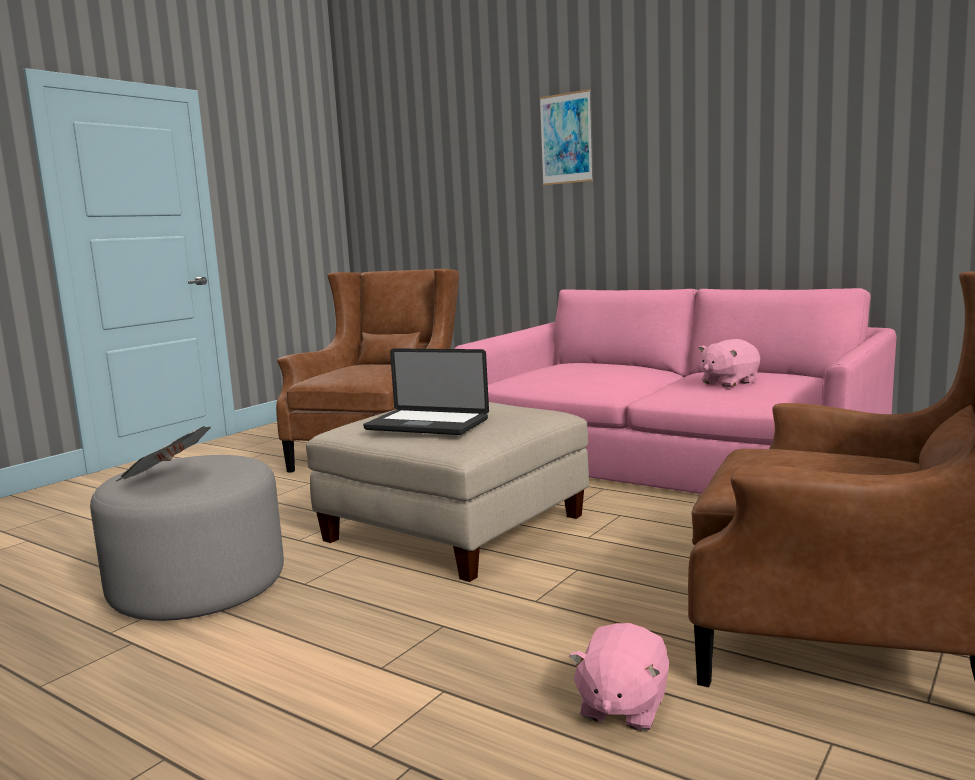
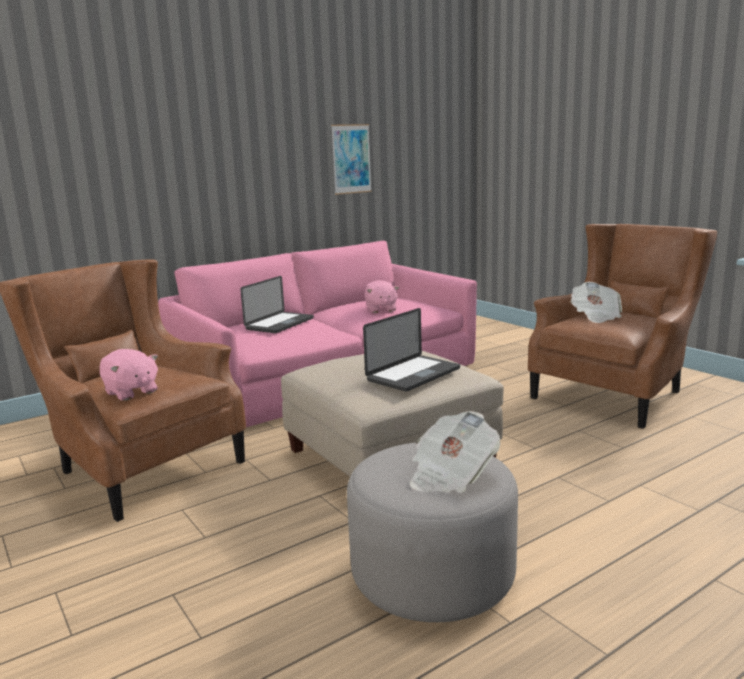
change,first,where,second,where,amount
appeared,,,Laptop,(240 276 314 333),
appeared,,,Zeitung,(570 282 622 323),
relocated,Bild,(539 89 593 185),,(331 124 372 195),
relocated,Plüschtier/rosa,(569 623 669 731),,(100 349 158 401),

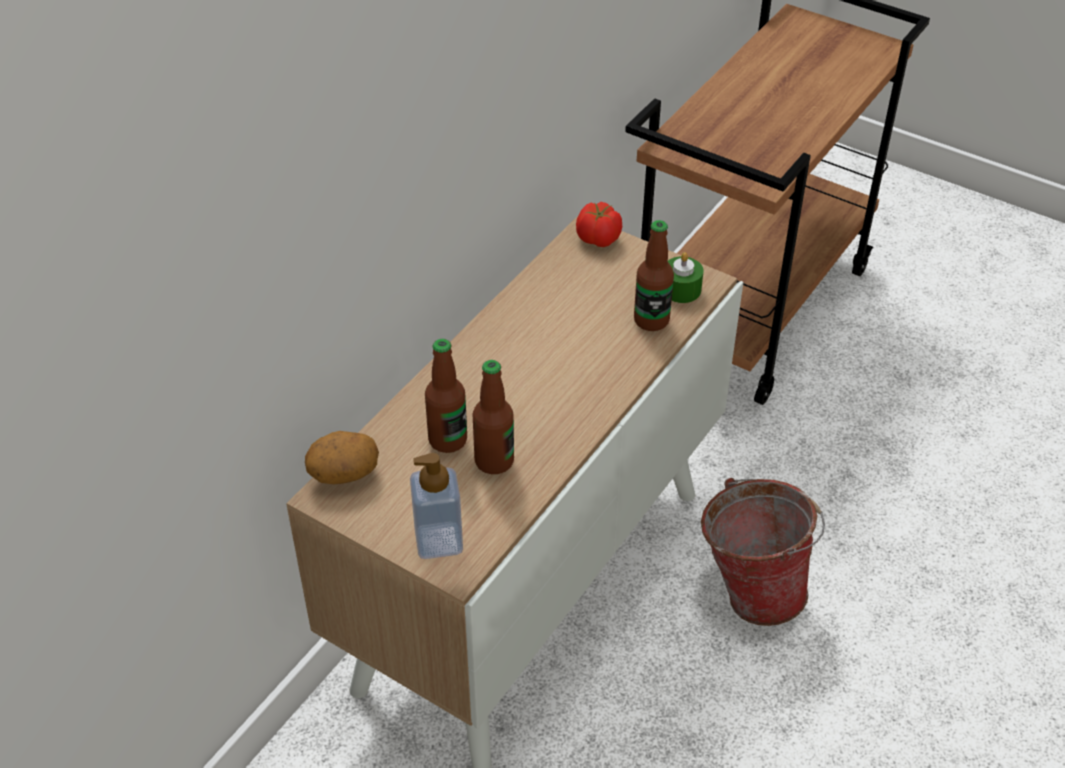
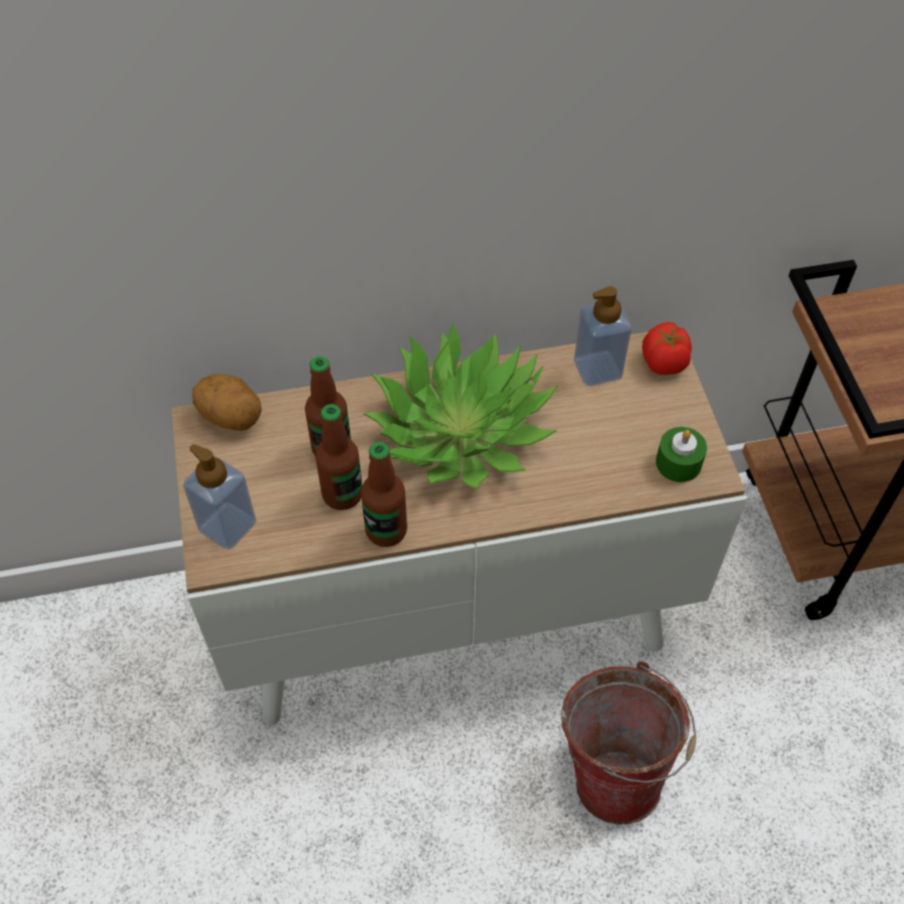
change,first,where,second,where,amount
appeared,,,Topfpflanze,(364 322 558 489),
appeared,,,Seifenspender,(574 286 632 386),
relocated,Flasche,(634 220 674 331),,(361 442 407 547),

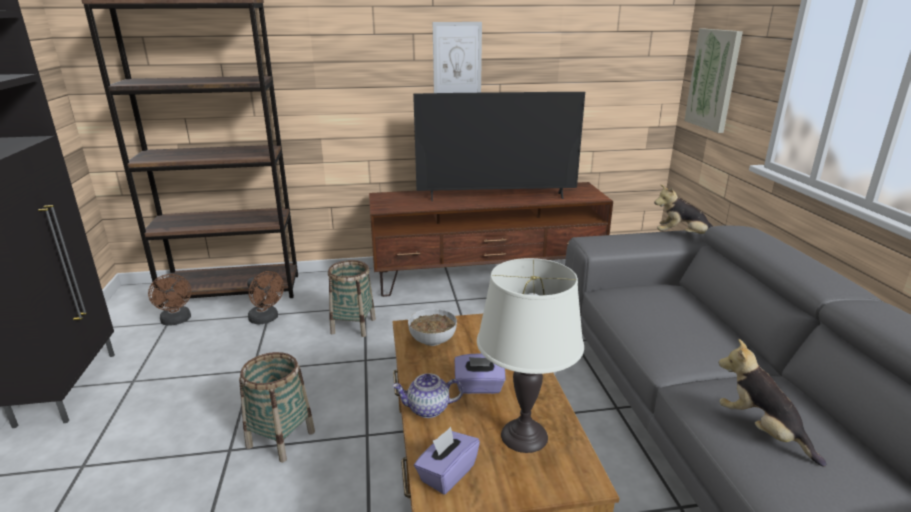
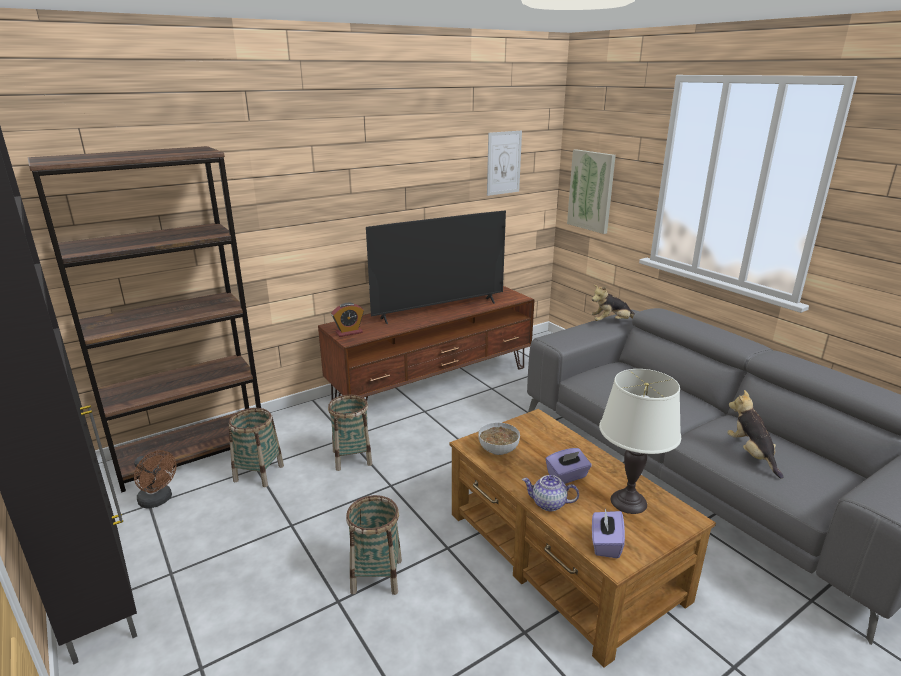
change,first,where,second,where,amount
appeared,,,Wecker,(331 303 364 337),
relocated,Bild,(433 22 482 93),,(487 131 522 196),
exchanged,Ventilator/braun,(247 271 284 325),Korb,(229 408 284 487),
spun,Teekanne,(392 373 463 418),,(522 475 579 511),45 degrees clockwise
spun,Plüschtier,(718 339 827 467),,(727 390 783 479),45 degrees clockwise

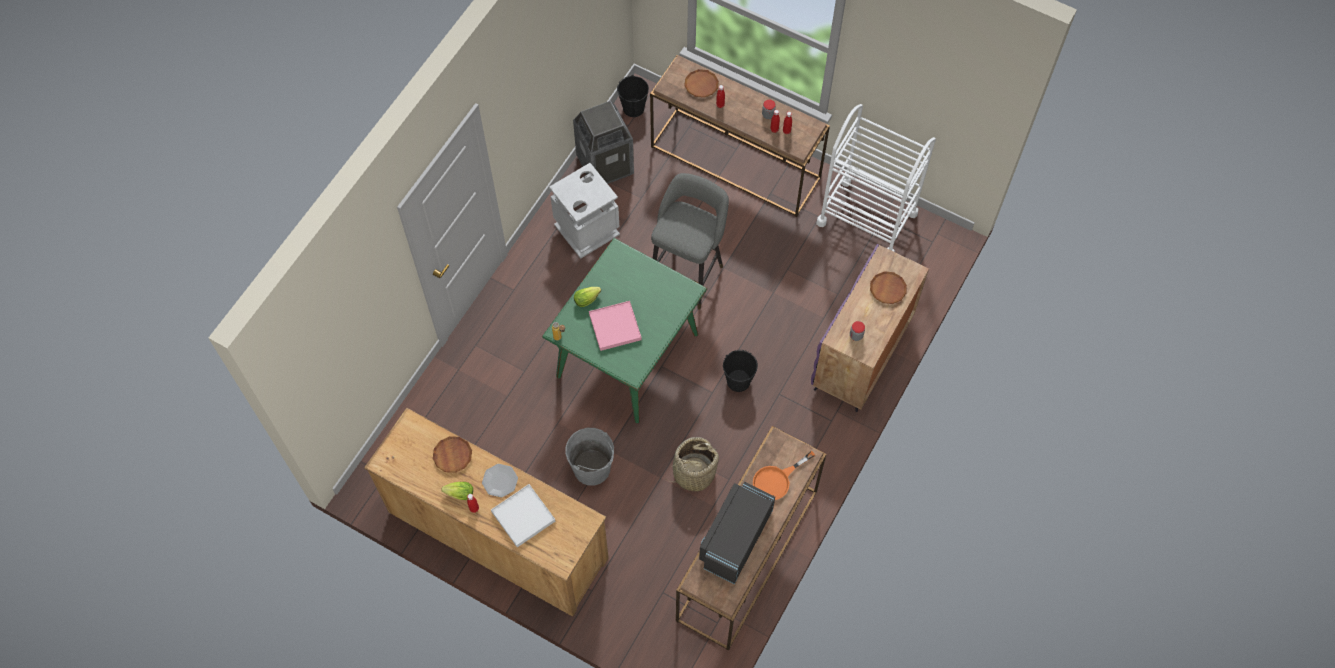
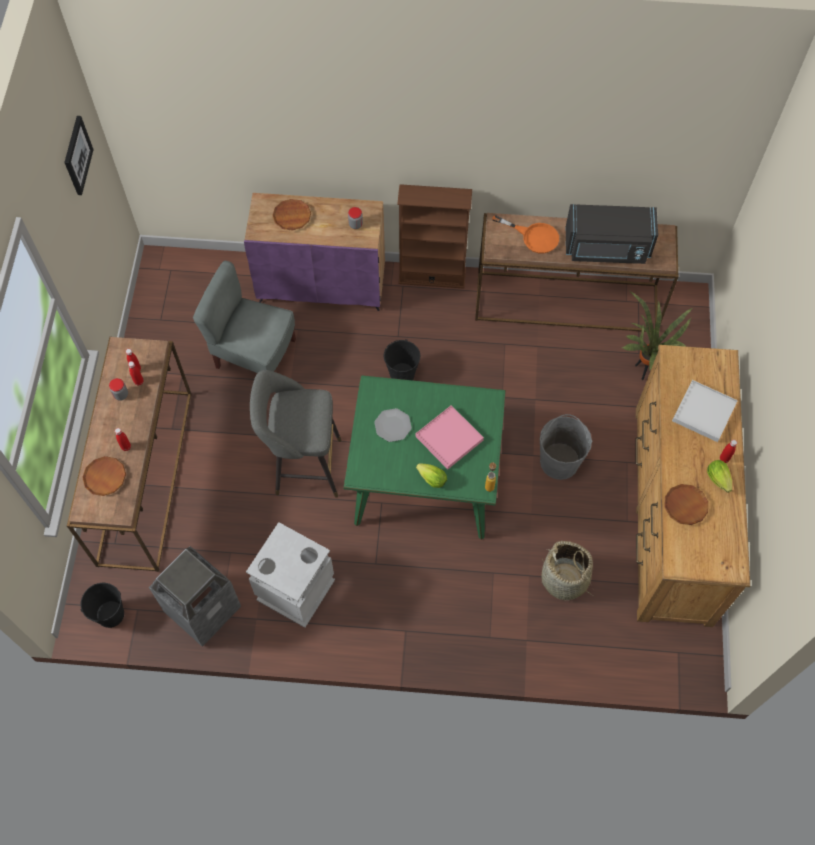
change,first,where,second,where,amount
missing,Rollwagen/weiß,(816 104 936 252),,,
appeared,,,Bild,(64 116 94 195),
appeared,,,Stuhl/grau,(193 261 296 373),
appeared,,,Bücherregal/braun,(397 184 472 289),
appeared,,,Topfpflanze,(622 291 693 380),
relocated,Teller,(482 464 518 497),,(374 408 412 442),
relocated,Korb,(664 437 719 491),,(542 541 596 600),

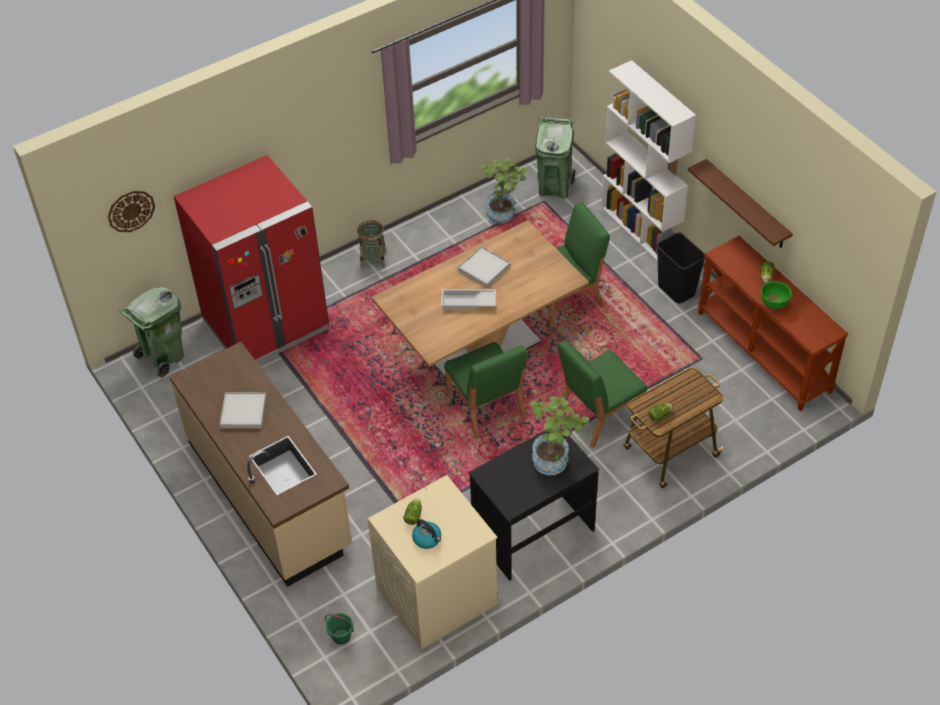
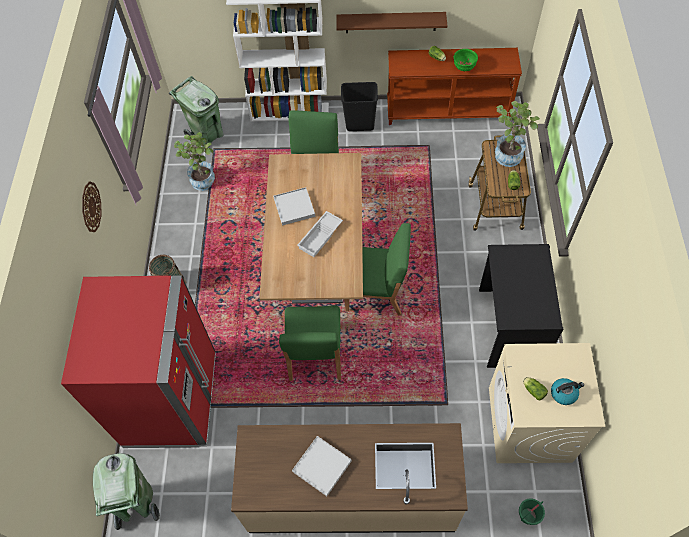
change,first,where,second,where,amount
relocated,Wanduhr,(108 191 155 232),,(82 181 101 232),
relocated,Topfpflanze,(530 396 590 475),,(495 101 540 167),
relocated,Stuhl/grün,(558 340 647 448),,(279 306 341 381),

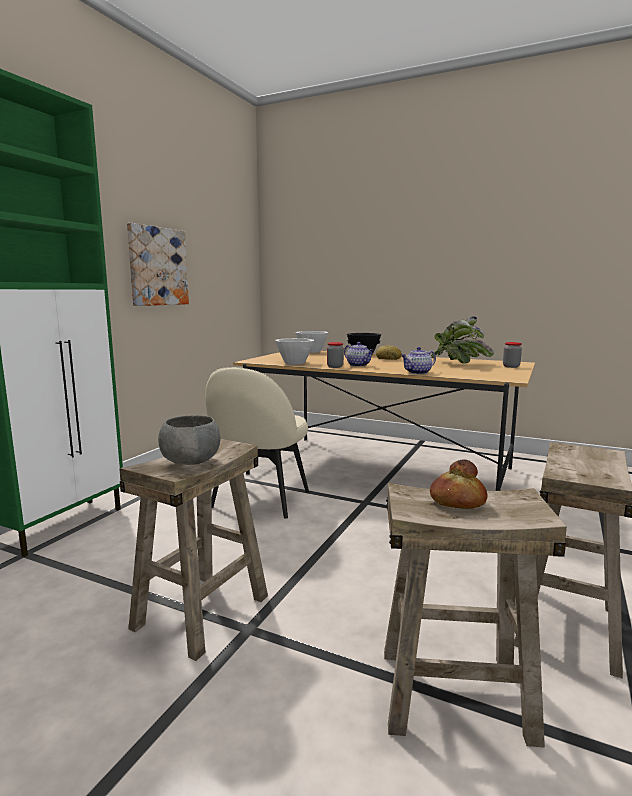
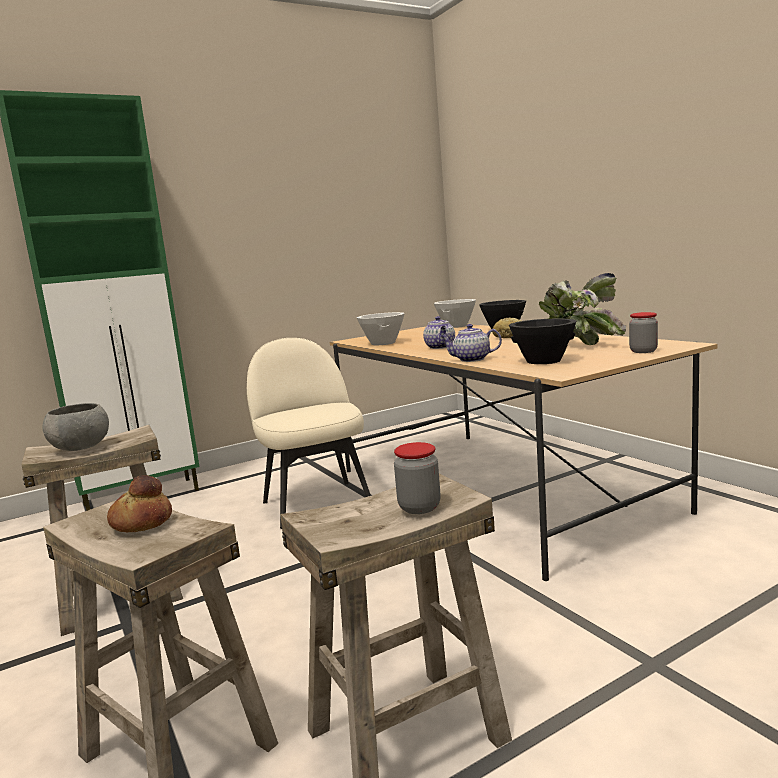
change,first,where,second,where,amount
missing,Bild,(127 223 189 306),,,
appeared,,,Schüssel/schwarz,(509 318 576 364),
relocated,Vorratsglas,(327 342 344 368),,(394 442 441 514),
spun,Stuhl/beige,(205 367 309 519),,(247 338 371 529),105 degrees clockwise

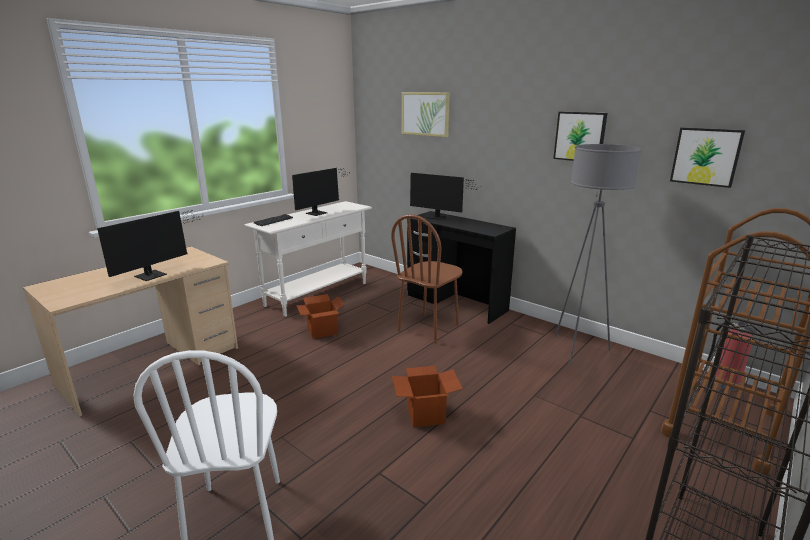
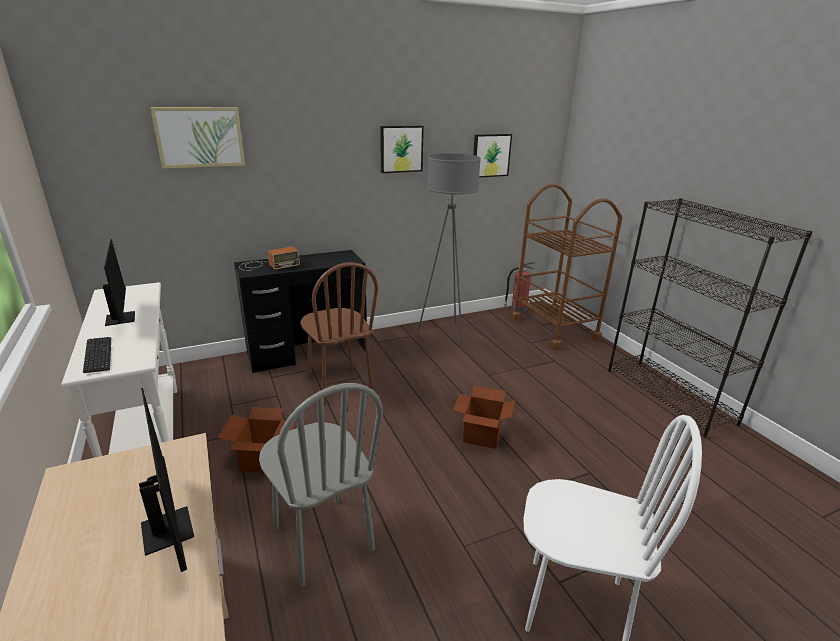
change,first,where,second,where,amount
appeared,,,Stuhl/grau,(259 383 383 587),
exchanged,Monitor,(410 173 482 220),Radio,(239 247 300 271),

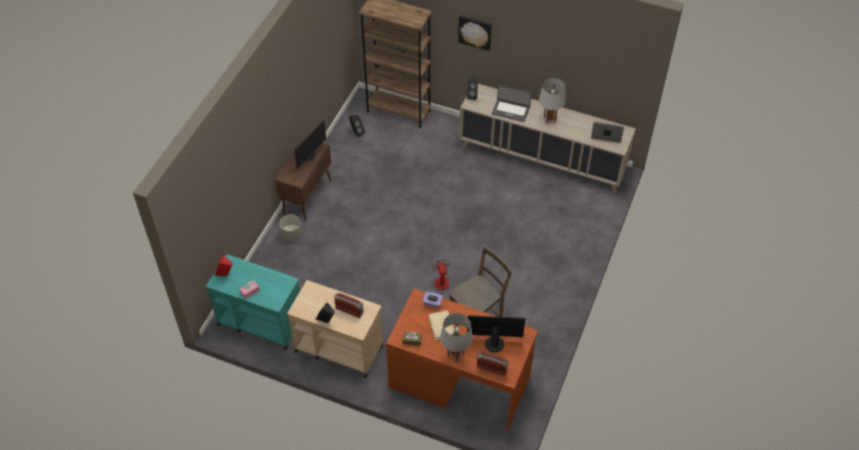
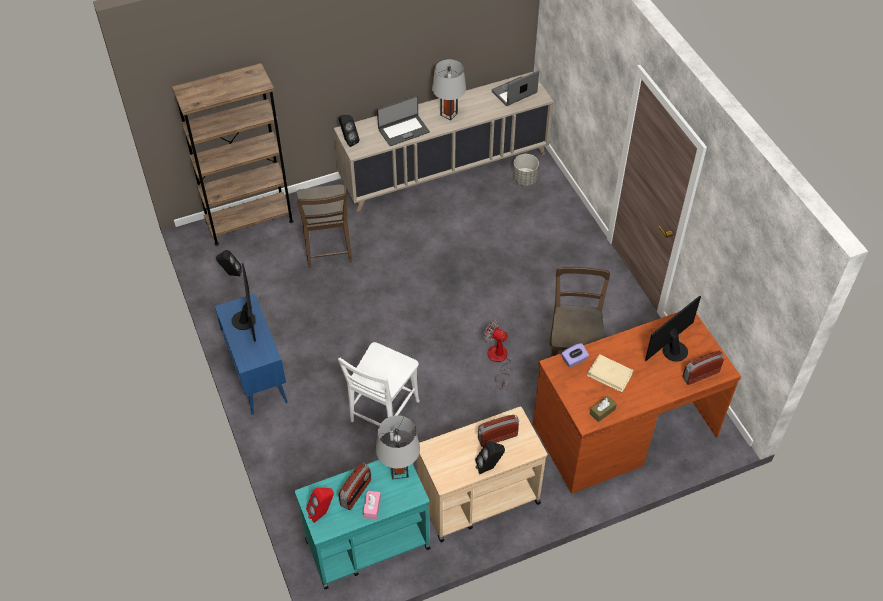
change,first,where,second,where,amount
missing,Bild,(458 15 492 51),,,
appeared,,,Stuhl/braun,(296 184 352 268),
appeared,,,Stuhl/weiß,(338 342 420 441),
appeared,,,Radio,(339 463 371 510),
relocated,Pflanzkübel/grau,(279 215 302 241),,(513 154 539 186),
relocated,Tischlampe/grau,(440 313 473 362),,(376 415 420 479),
colour,Schrank/braun,(275 137 331 222),Schrank/blau,(215 294 288 415),

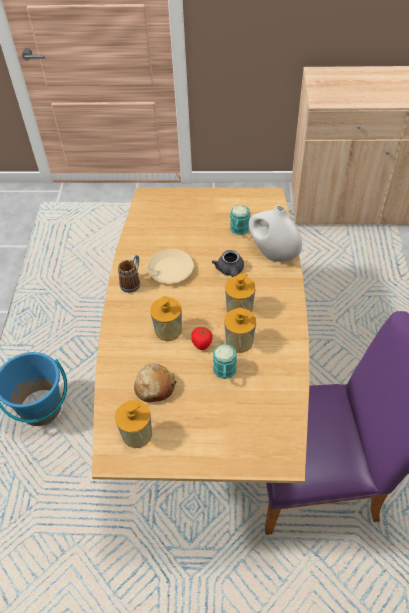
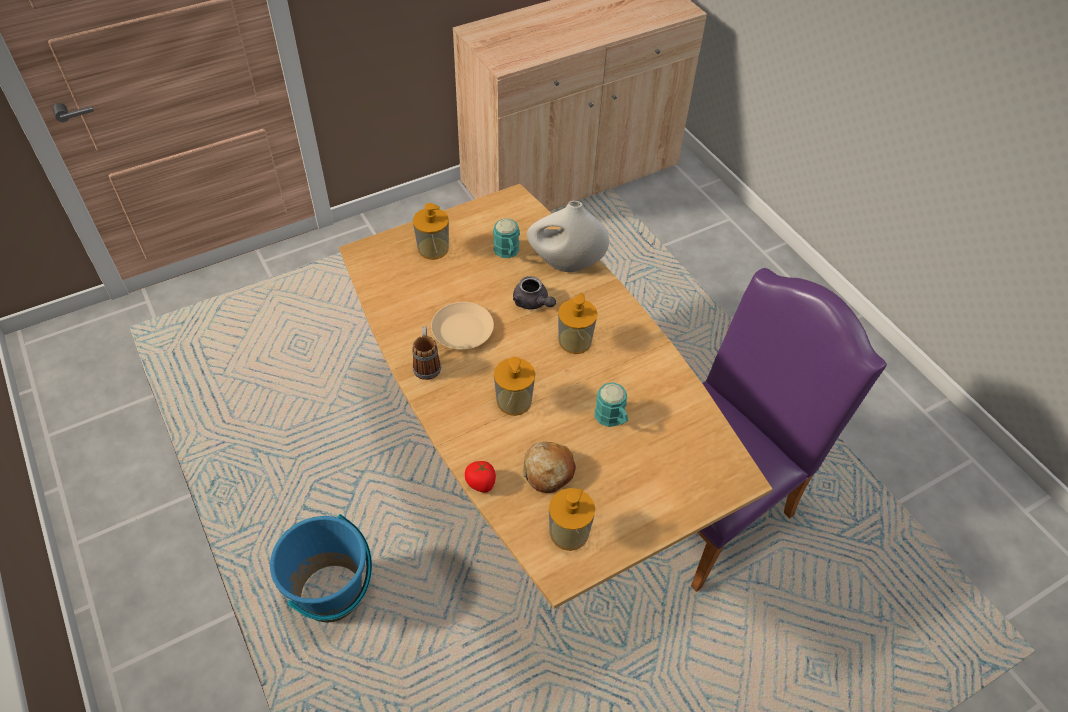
change,first,where,second,where,amount
relocated,Tomate,(191 327 213 350),,(465 461 496 493),
relocated,Seifenspender,(224 307 256 353),,(413 203 449 260),

